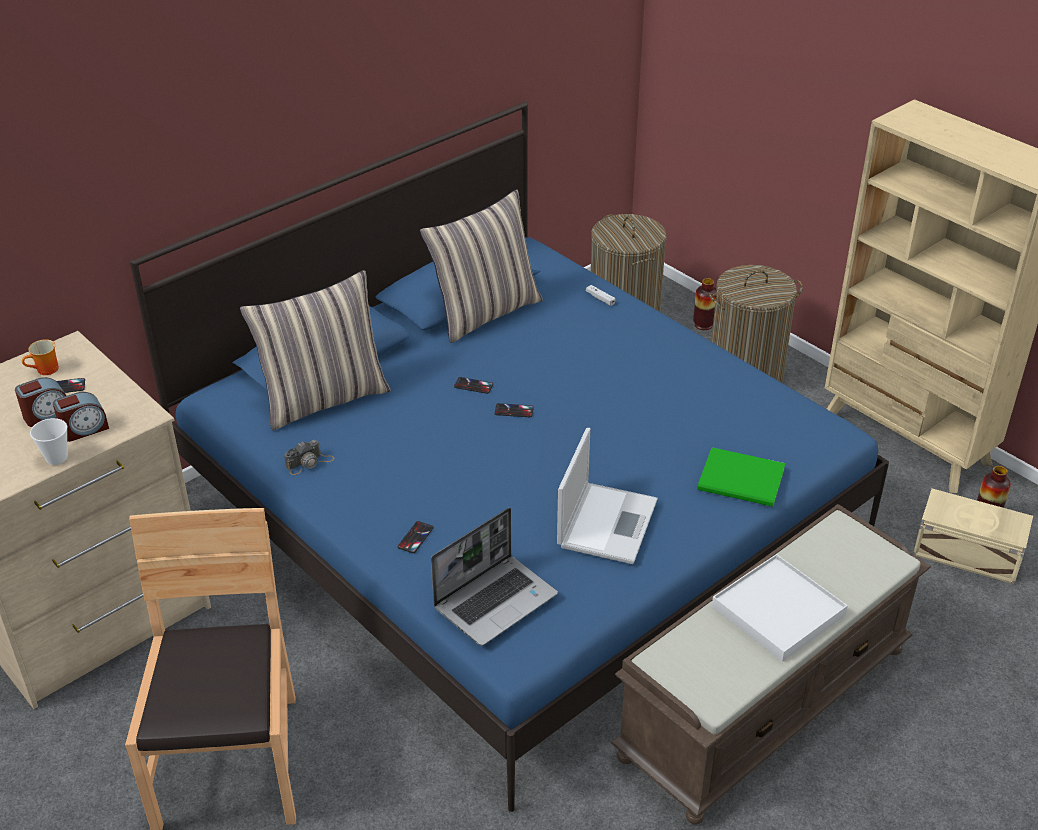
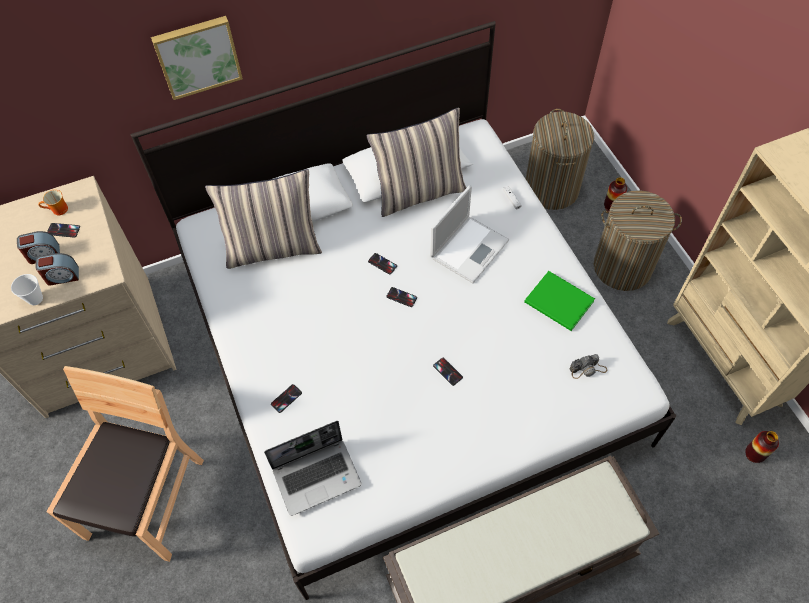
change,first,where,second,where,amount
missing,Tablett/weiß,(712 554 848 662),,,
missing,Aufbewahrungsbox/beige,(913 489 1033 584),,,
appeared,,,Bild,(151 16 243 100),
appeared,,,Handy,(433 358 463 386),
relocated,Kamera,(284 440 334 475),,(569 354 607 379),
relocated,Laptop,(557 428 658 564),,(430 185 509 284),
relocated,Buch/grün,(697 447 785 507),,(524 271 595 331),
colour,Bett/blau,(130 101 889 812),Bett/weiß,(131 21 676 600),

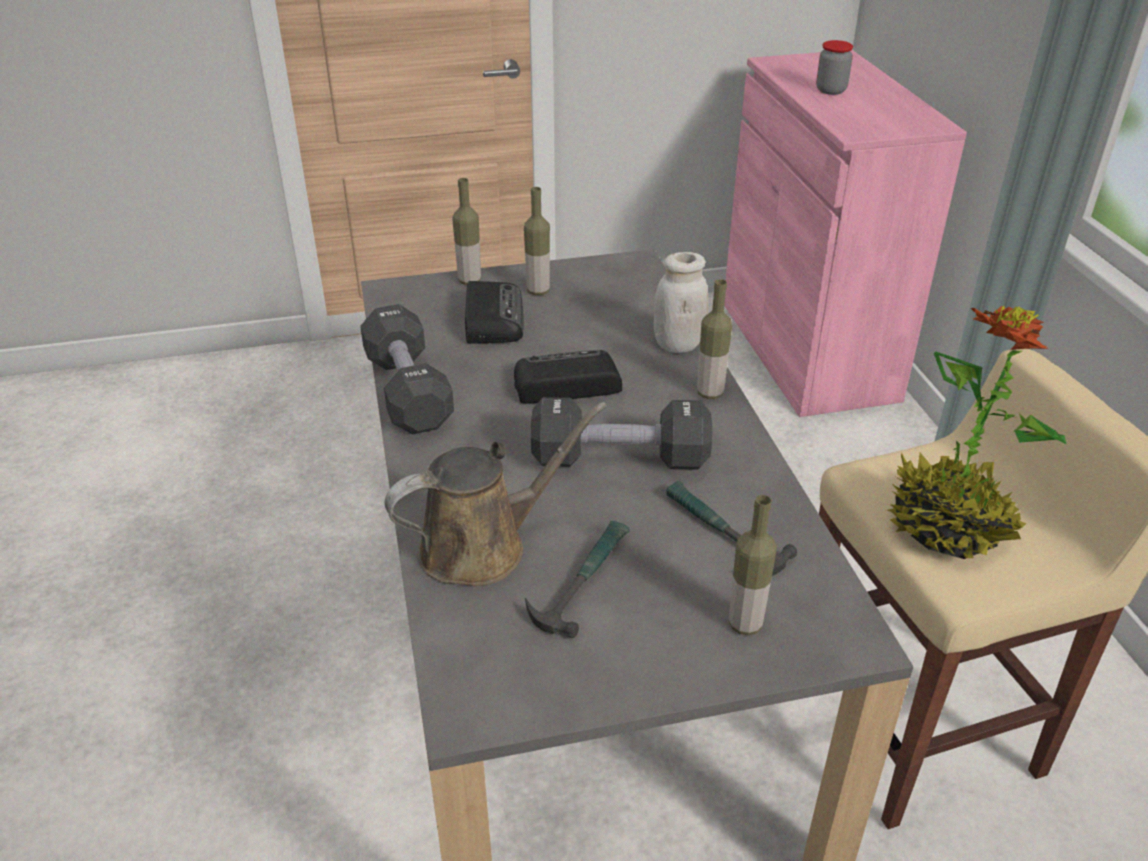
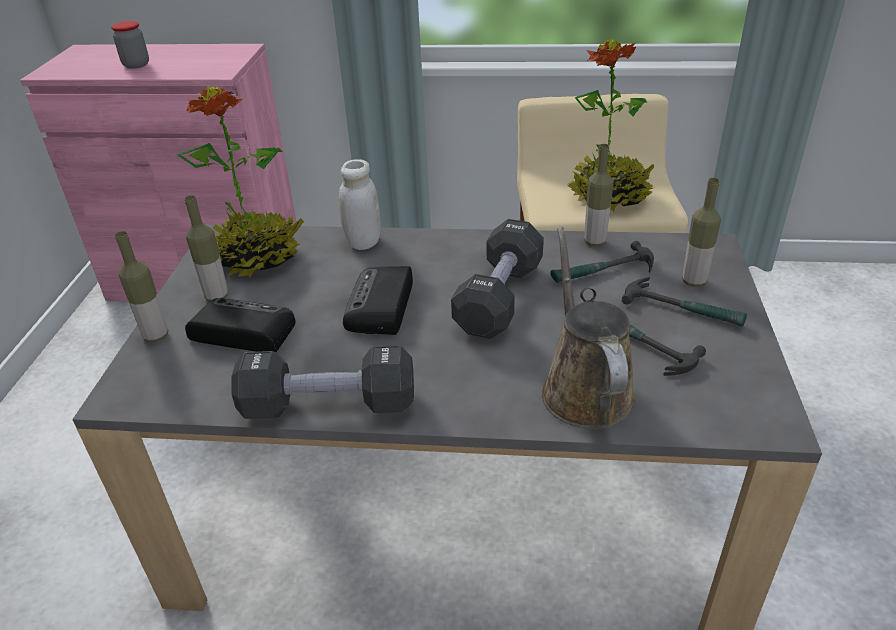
change,first,where,second,where,amount
appeared,,,Topfpflanze,(177 86 304 277),
appeared,,,Hammer,(622 277 747 326),
relocated,Flasche,(697 279 732 399),,(584 144 614 246),

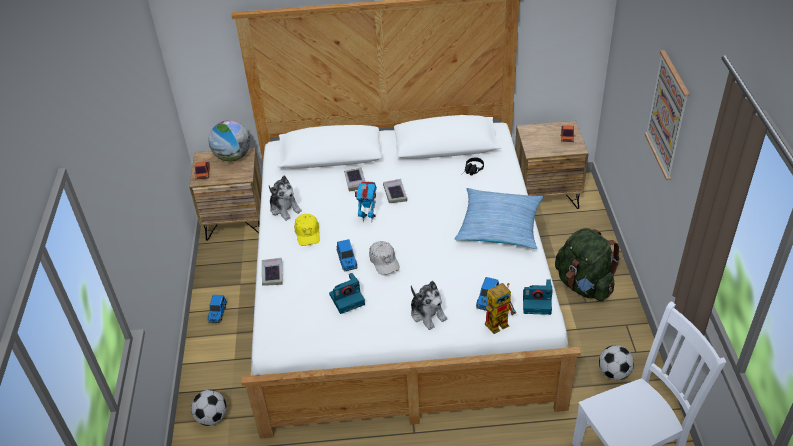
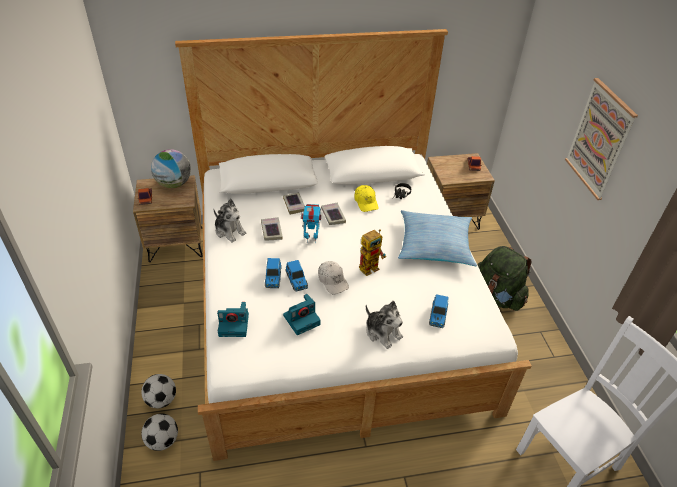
change,first,where,second,where,amount
relocated,Spielzeugauto,(208 295 227 323),,(265 258 282 288),
relocated,Buch,(262 258 283 286),,(261 217 283 240),
relocated,Kappe/gelb,(294 214 320 246),,(354 185 378 212),
relocated,Spielzeugroboter,(485 283 517 334),,(359 229 386 276),
relocated,Kamera,(523 279 553 315),,(217 302 249 337),
relocated,Fußball,(599 345 634 380),,(141 374 176 408),

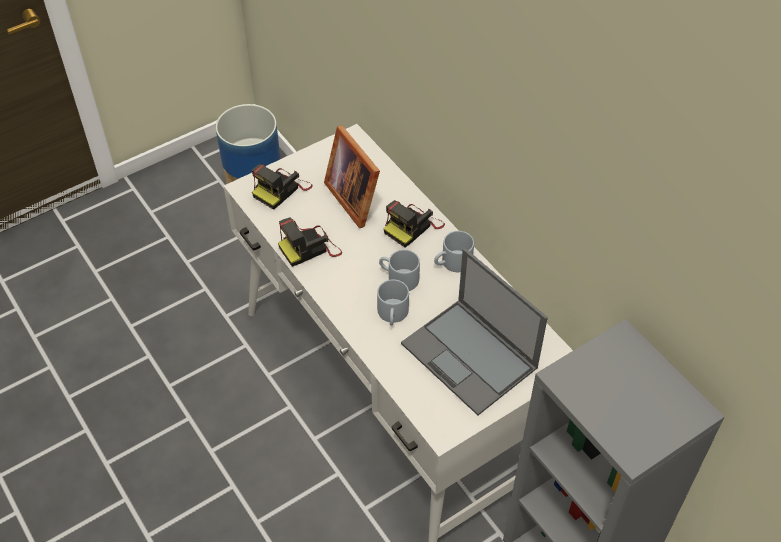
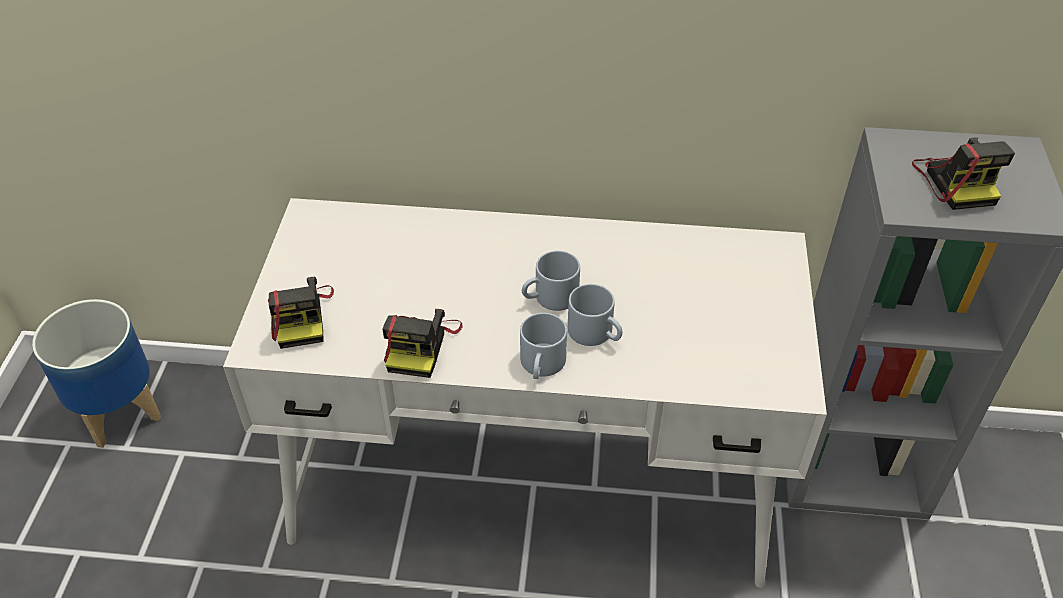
change,first,where,second,where,amount
missing,Bilderrahmen,(324 125 380 228),,,
missing,Laptop,(401 248 548 415),,,
relocated,Kamera,(383 200 445 248),,(912 137 1015 210),
relocated,Henkelbecher/grau,(434 231 474 272),,(520 313 567 379),

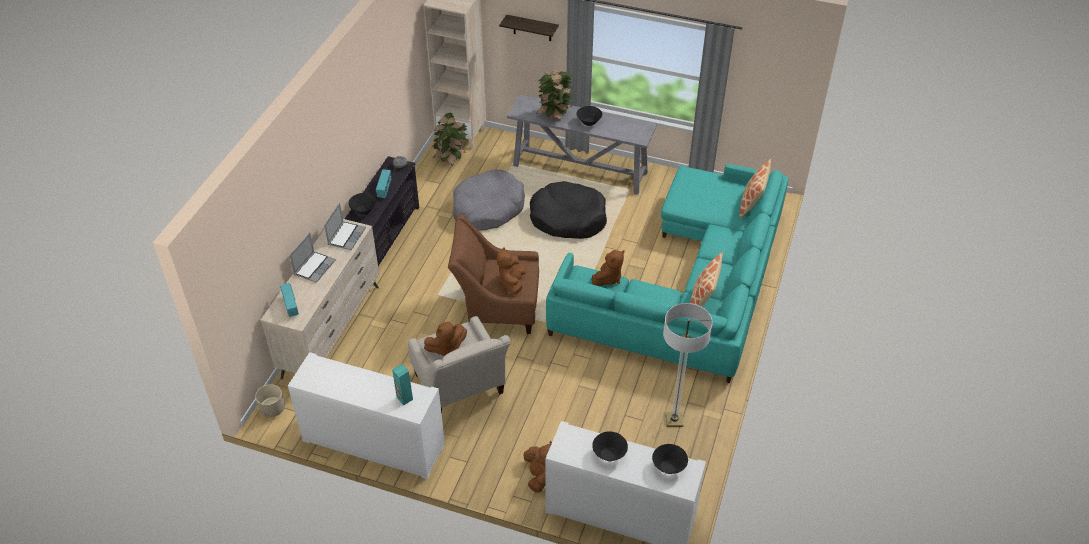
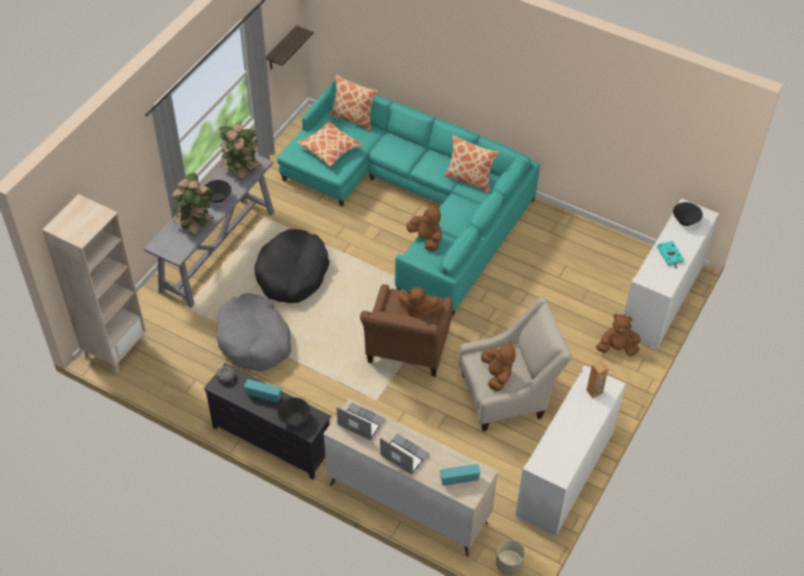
change,first,where,second,where,amount
missing,Stehlampe,(663 303 713 427),,,
appeared,,,Kissen,(297 121 363 167),
relocated,Topfpflanze,(432 113 467 166),,(219 122 262 180),
relocated,Wandregal,(499 15 559 41),,(266 25 314 70),
exchanged,Schüssel/schwarz,(592 432 628 461),Buch/türkis,(657 241 684 269),
colour,Lautsprecher/türkis,(392 364 413 405),Lautsprecher/braun,(587 361 609 398),

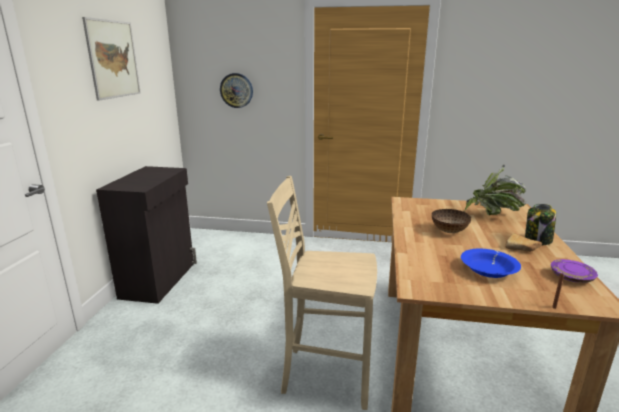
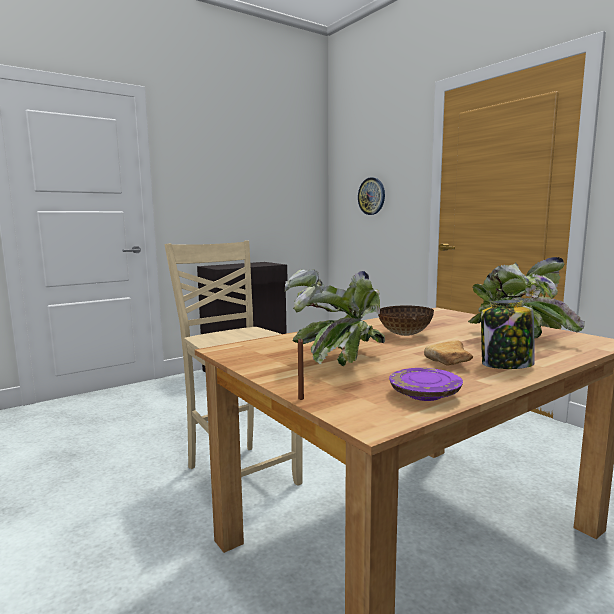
change,first,where,second,where,amount
missing,Bild,(82 17 141 101),,,
exchanged,Schüssel/blau,(461 249 521 278),Topfpflanze,(284 269 385 367),

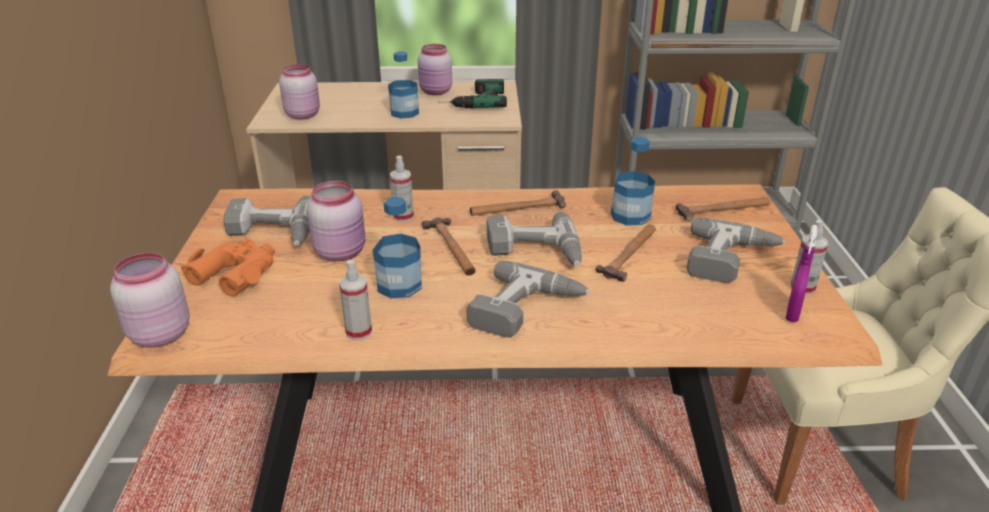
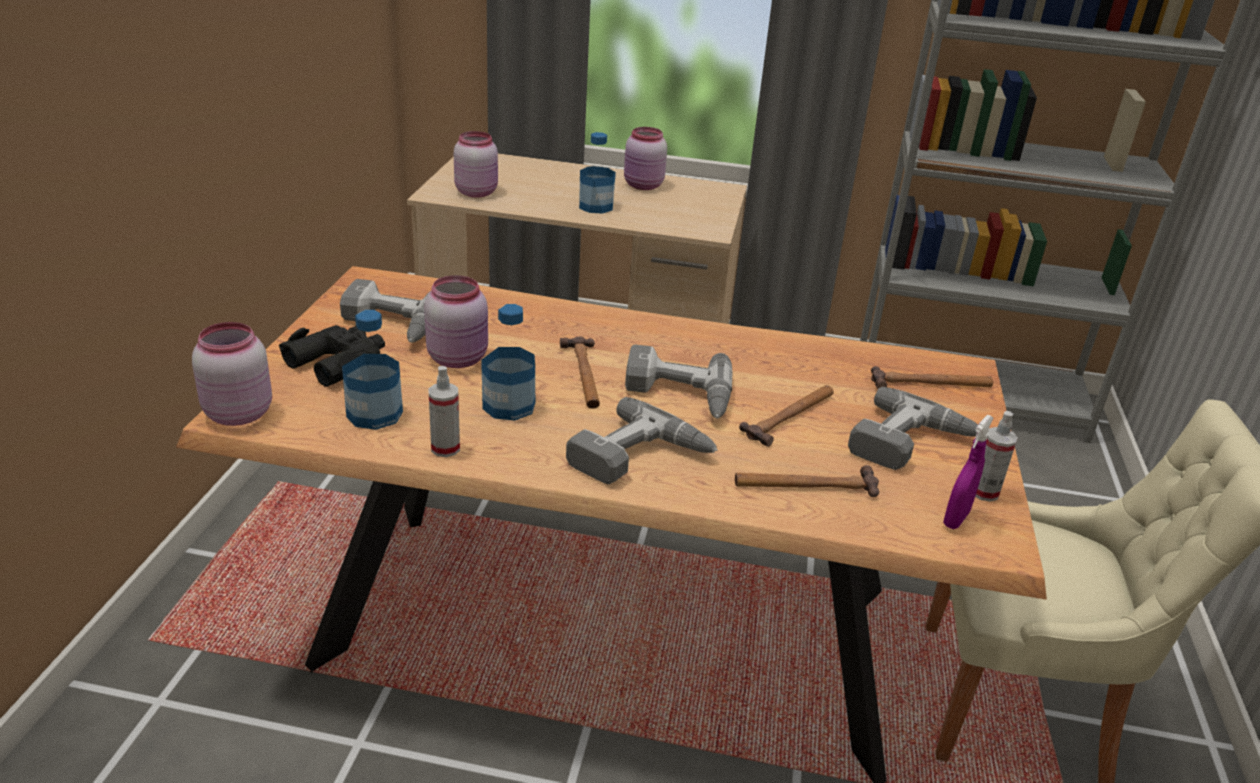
change,first,where,second,where,amount
missing,Sprühflasche,(390 155 414 222),,,
missing,Bohrmaschine,(438 79 507 108),,,
relocated,Hammer,(470 190 566 216),,(735 465 879 497),
relocated,Flasche,(611 137 655 226),,(342 310 403 430),
colour,Fernglas/orange,(181 238 275 297),Fernglas/schwarz,(279 325 385 387),

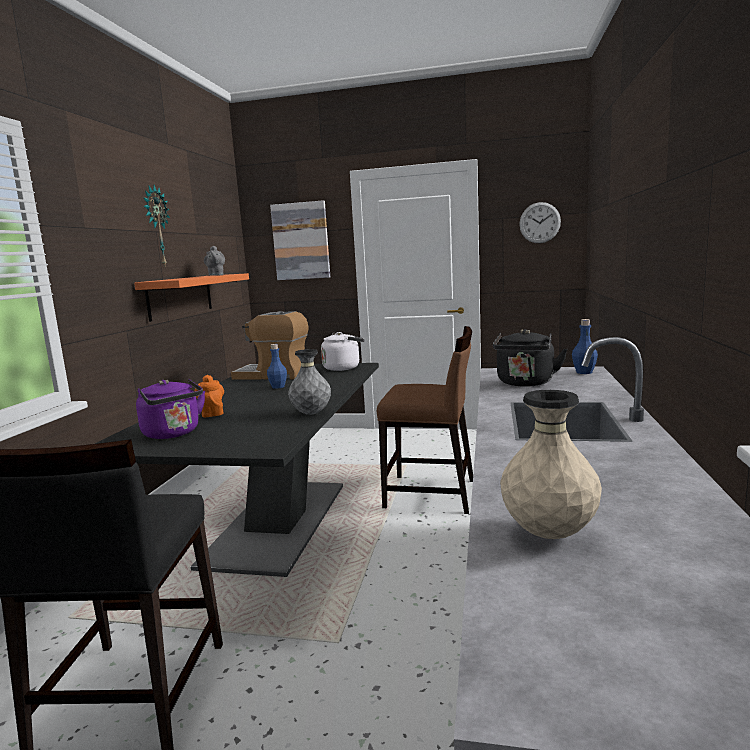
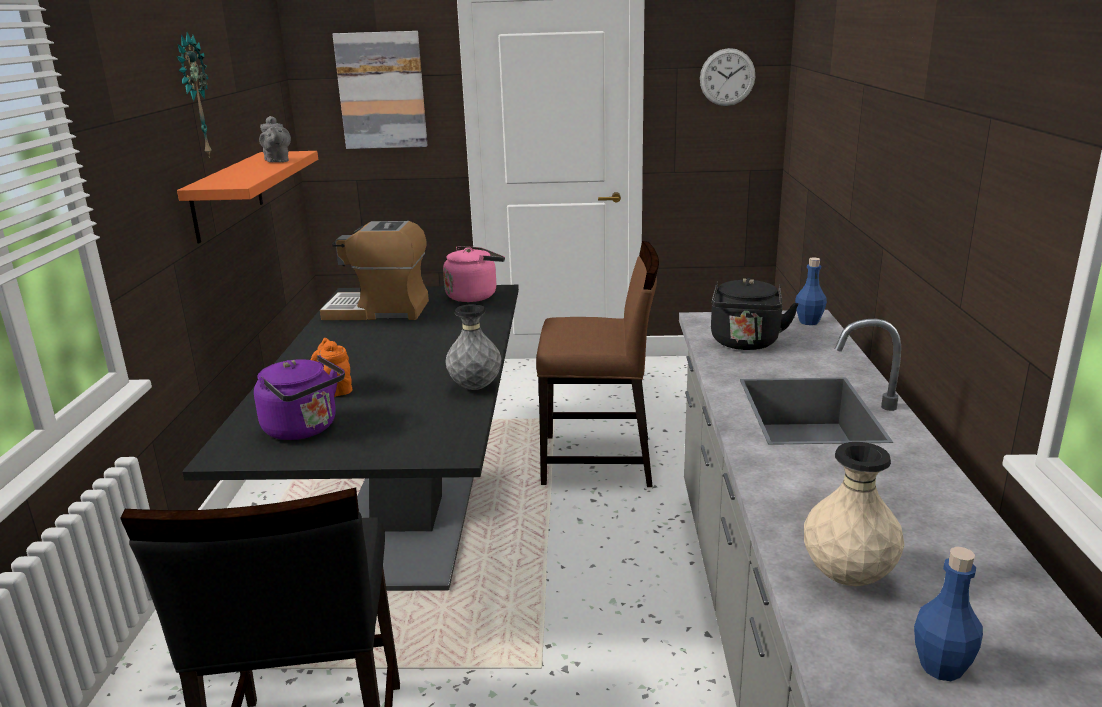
change,first,where,second,where,amount
relocated,Flasche/blau,(267 344 287 389),,(914 547 983 681),
colour,Wasserkessel/weiß,(321 332 365 371),Wasserkessel/rosa,(443 246 505 302),

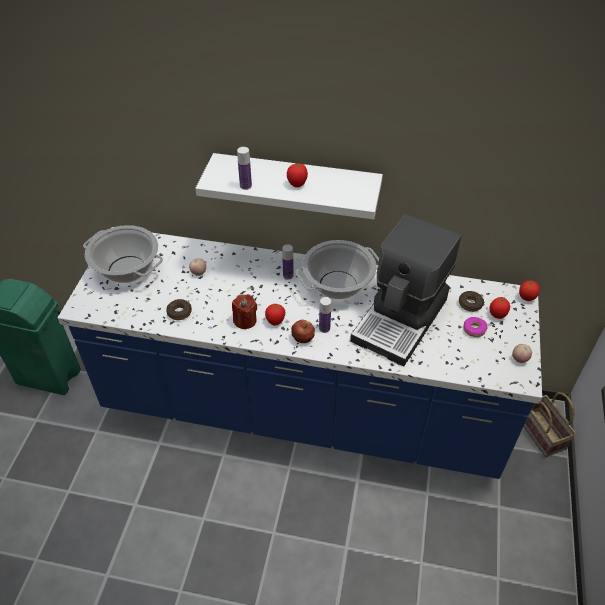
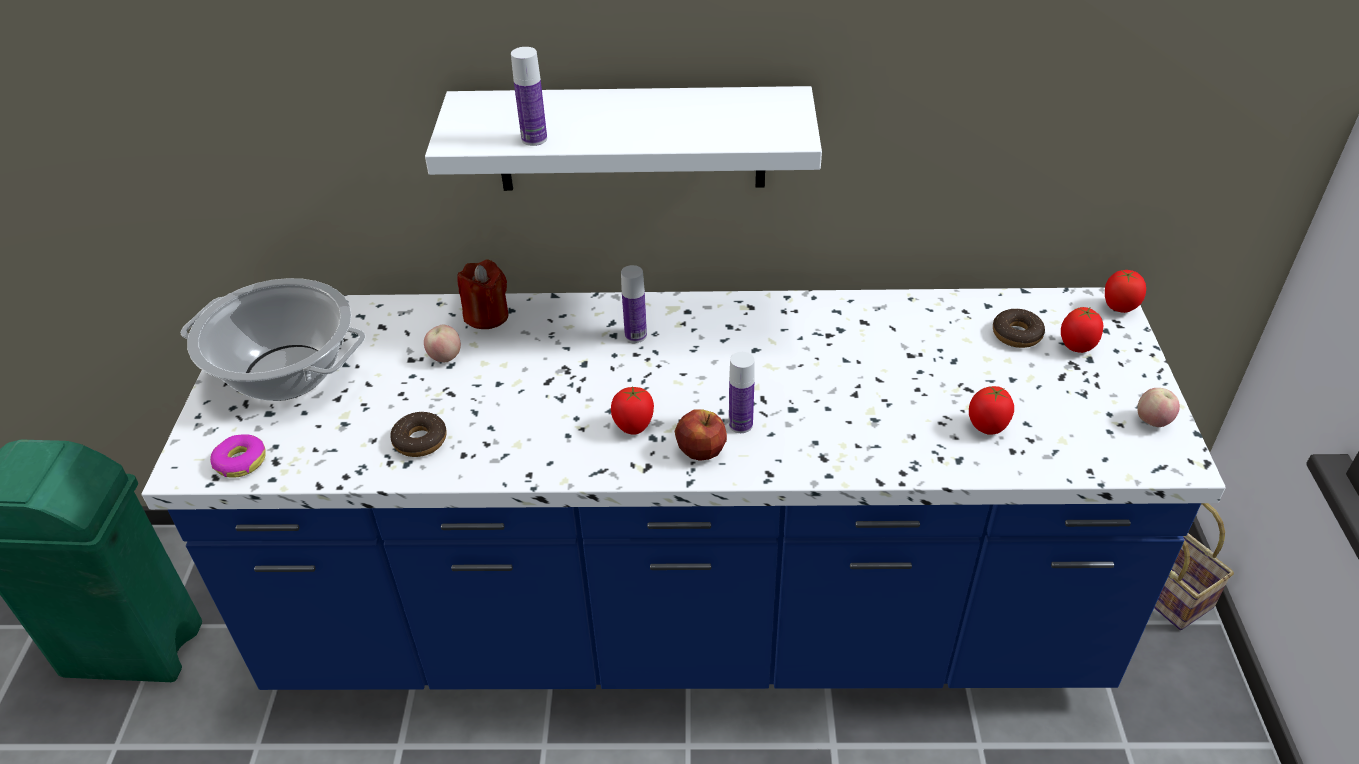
change,first,where,second,where,amount
missing,Kochtopf,(295 240 379 299),,,
missing,Kaffeemaschine,(350 214 461 366),,,
relocated,Kerze/rot,(232 294 257 329),,(457 260 509 329),
relocated,Tomate,(287 163 308 187),,(969 386 1014 435),
relocated,Donut,(463 317 488 337),,(210 434 266 478),

